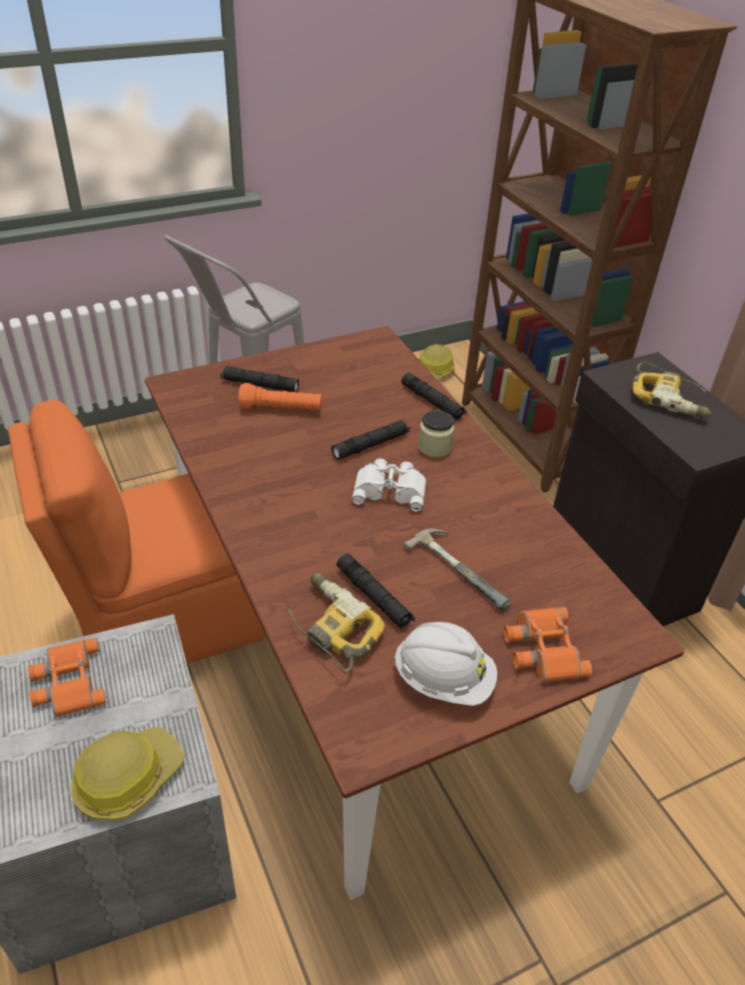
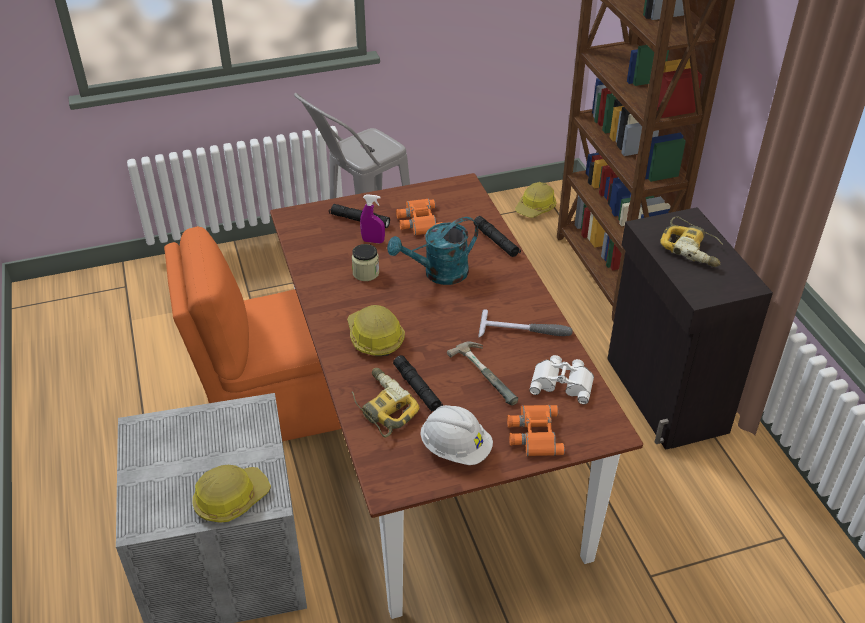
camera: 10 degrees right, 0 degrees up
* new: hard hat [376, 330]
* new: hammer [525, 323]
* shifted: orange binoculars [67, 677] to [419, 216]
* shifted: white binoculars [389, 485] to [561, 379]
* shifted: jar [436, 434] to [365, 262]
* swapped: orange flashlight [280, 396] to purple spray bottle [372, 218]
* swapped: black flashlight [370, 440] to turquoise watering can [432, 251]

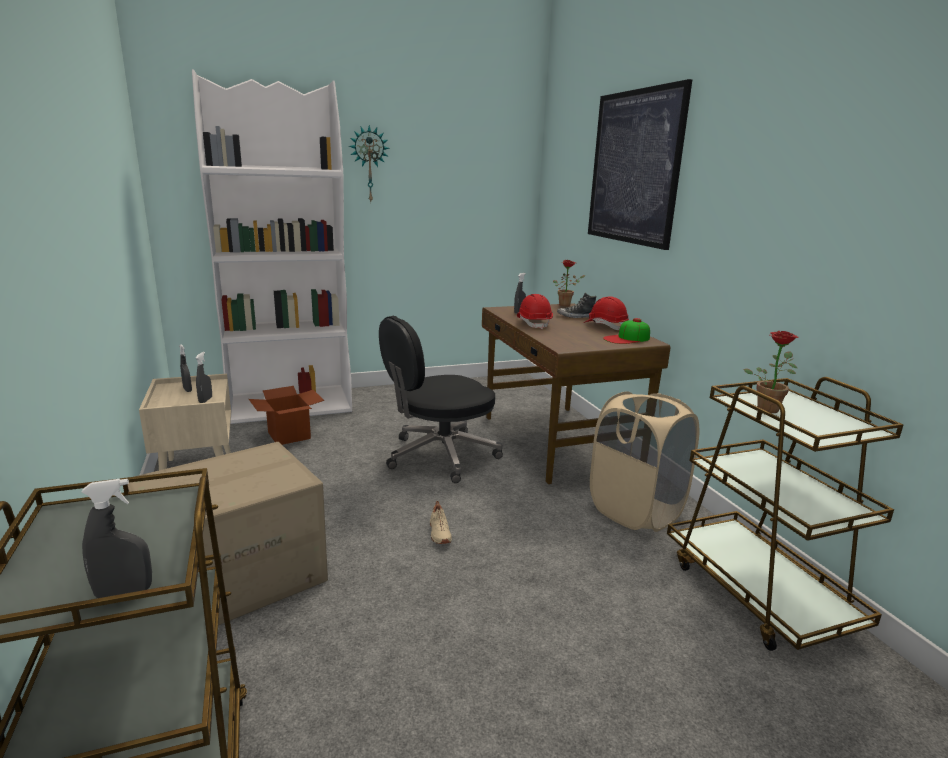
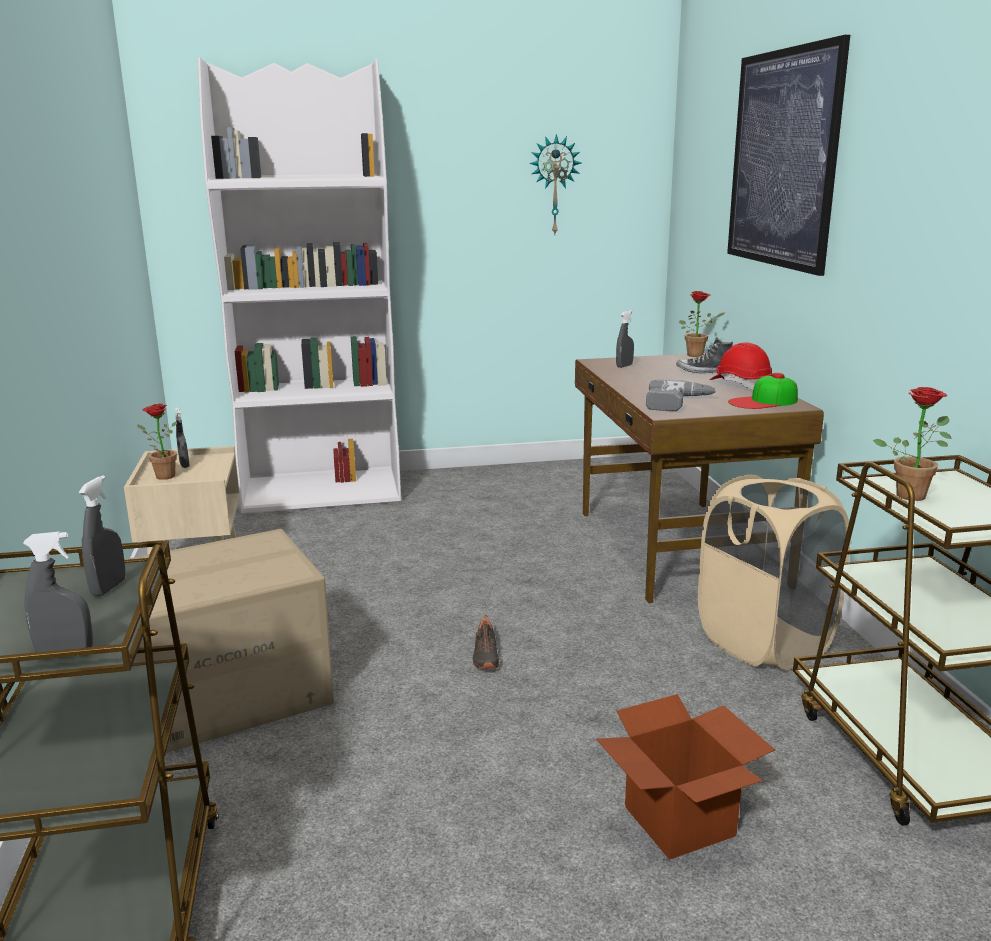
camera: 10 degrees right, 0 degrees up
* gone: black office chair [441, 399]
* gone: red hard hat [535, 311]
* new: potted plant [157, 441]
* new: power drill [681, 395]
* shifted: grey spray bottle [204, 377] to [102, 536]
* shifted: cardboard box [286, 415] to [685, 777]
* shifted: wall clock [369, 163] to [555, 184]
* repainted: beige shoe [441, 522] to black shoe [486, 642]

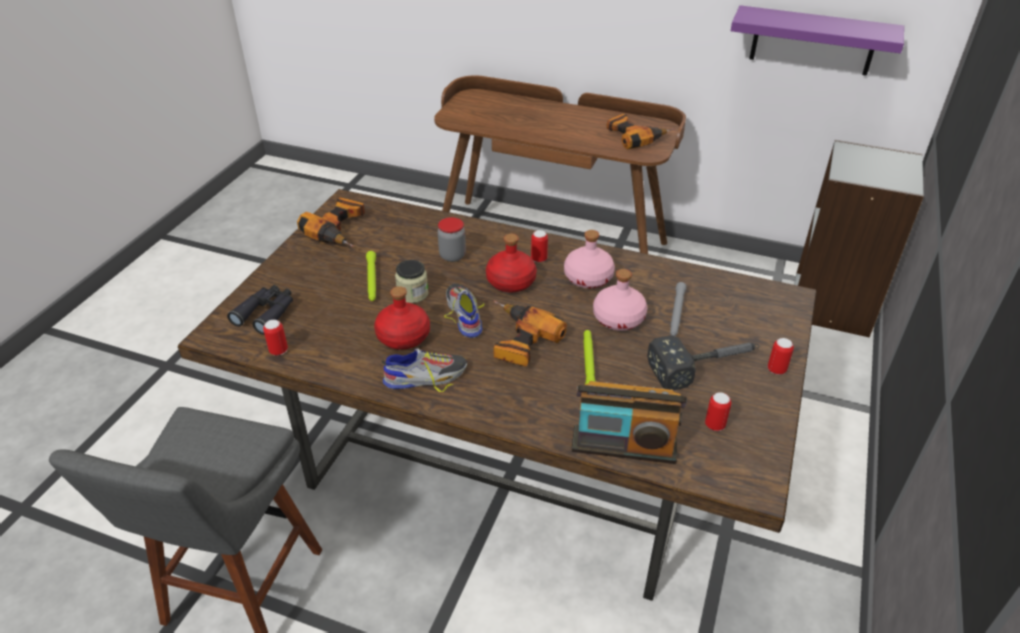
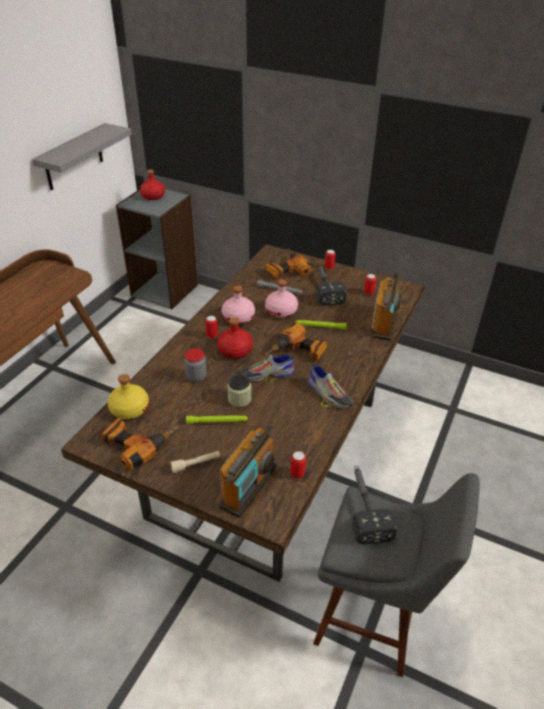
camera: 85 degrees left, 0 degrees up
* new: yellow bottle [128, 397]
* new: beige flashlight [195, 462]
* new: hammer [375, 505]
* shifted: red bottle [402, 318] to [152, 184]
* shifted: power drill [640, 132] to [288, 263]
* swapped: black binoculars [260, 310] to radio [248, 471]
* repainted: purple shelf [817, 40] to grey shelf [82, 156]
* rotated: shoe [424, 370] = [330, 386] 150 degrees clockwise

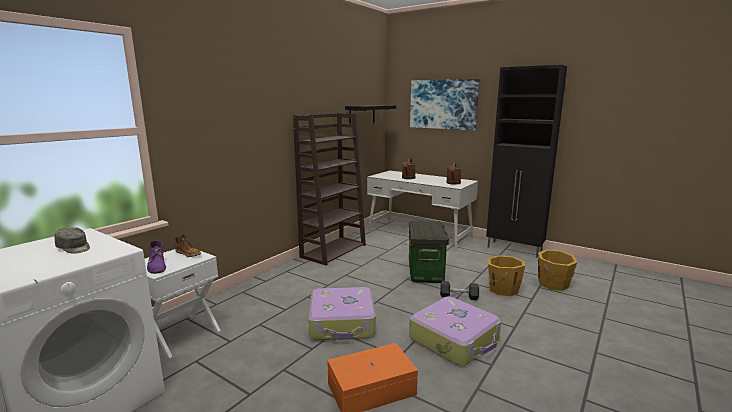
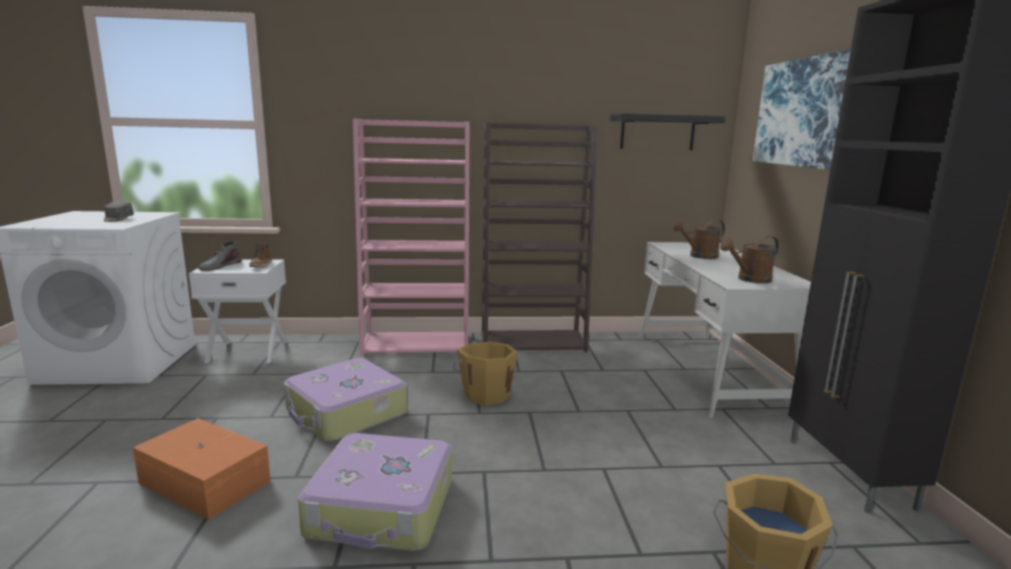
camera: 50 degrees right, 0 degrees up
* gone: storage box [429, 251]
* gone: grey dumbbell [459, 290]
* new: pink bookcase [411, 237]
* shifted: orange bucket [506, 275] to [485, 374]
* repainted: purple boot [156, 257] to grey boot [219, 256]

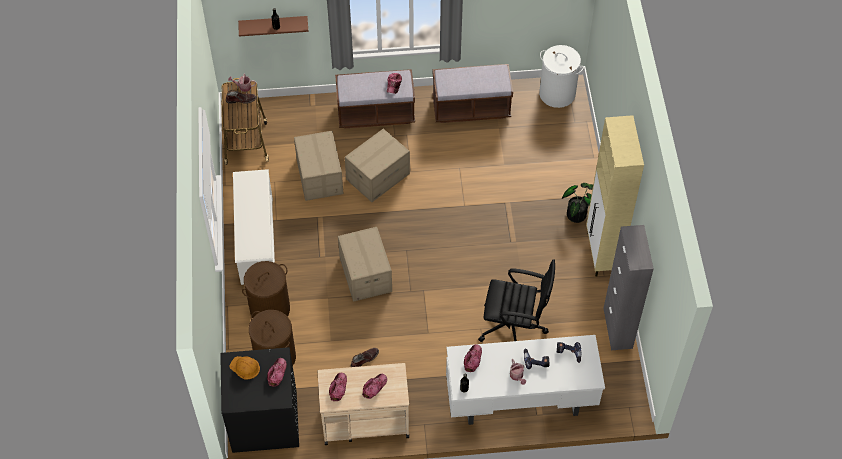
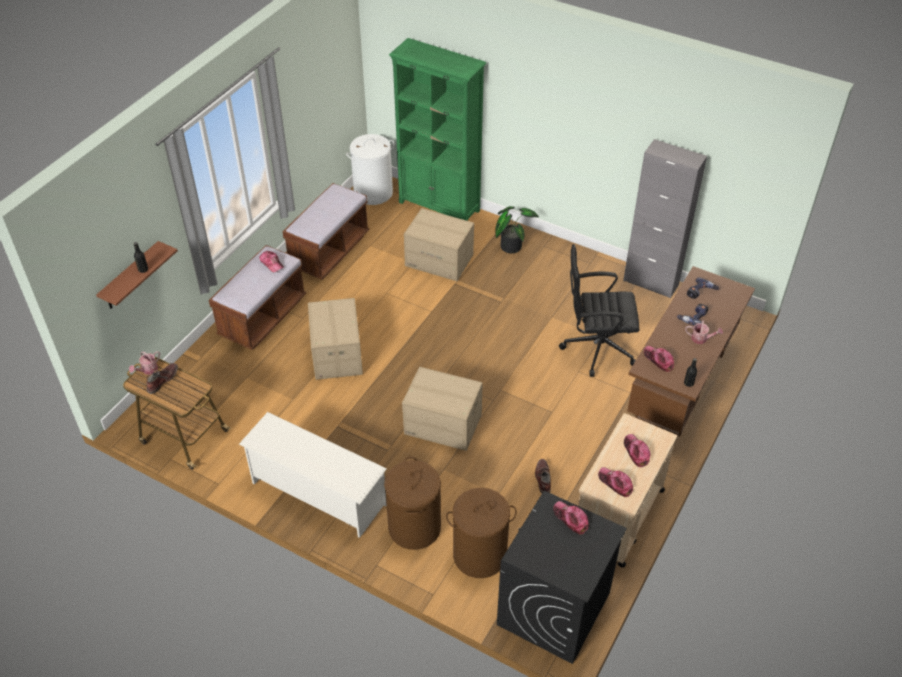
camera: 55 degrees left, 10 degrees down
* gone: orange hard hat [244, 367]
* gone: beige cabinet [615, 196]
* new: green bookcase [437, 129]
* shifted: cardboard box [318, 166] to [439, 244]
* repainted: white desk [525, 380] to brown desk [691, 351]
* rotated: black office chair [516, 300] = [599, 310] 135 degrees counterclockwise

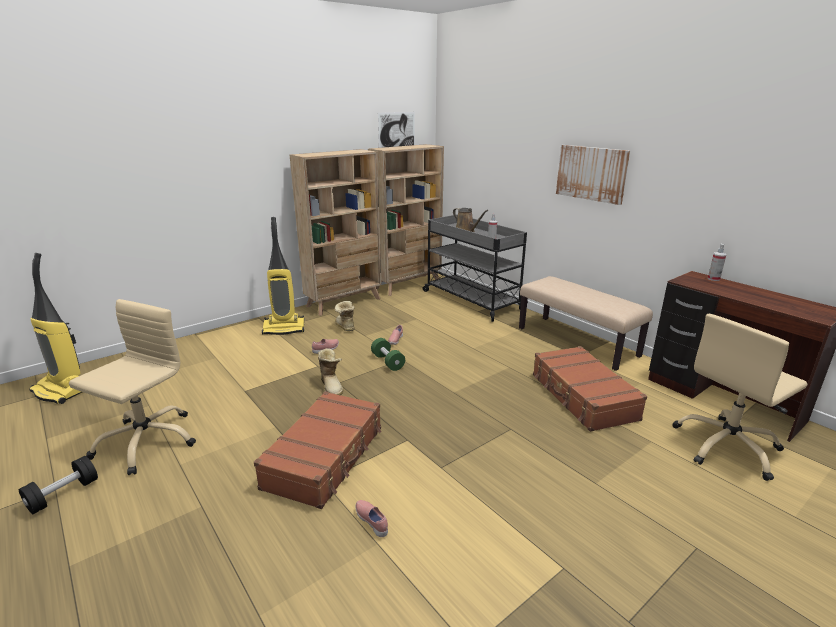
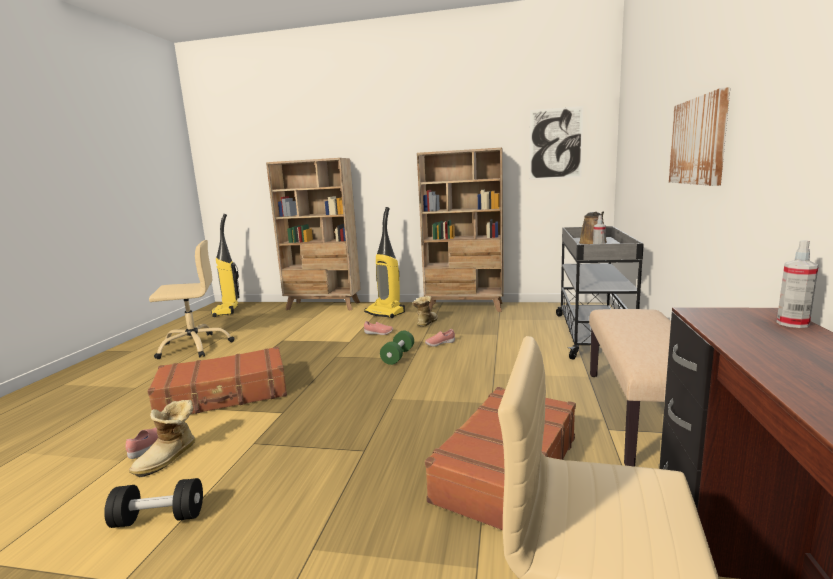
camera: 50 degrees right, 10 degrees down
* shifted: black dumbbell [58, 485] to [153, 503]
* shifted: boot [330, 371] to [162, 438]
* shifted: beige bookcase [406, 220] to [313, 234]

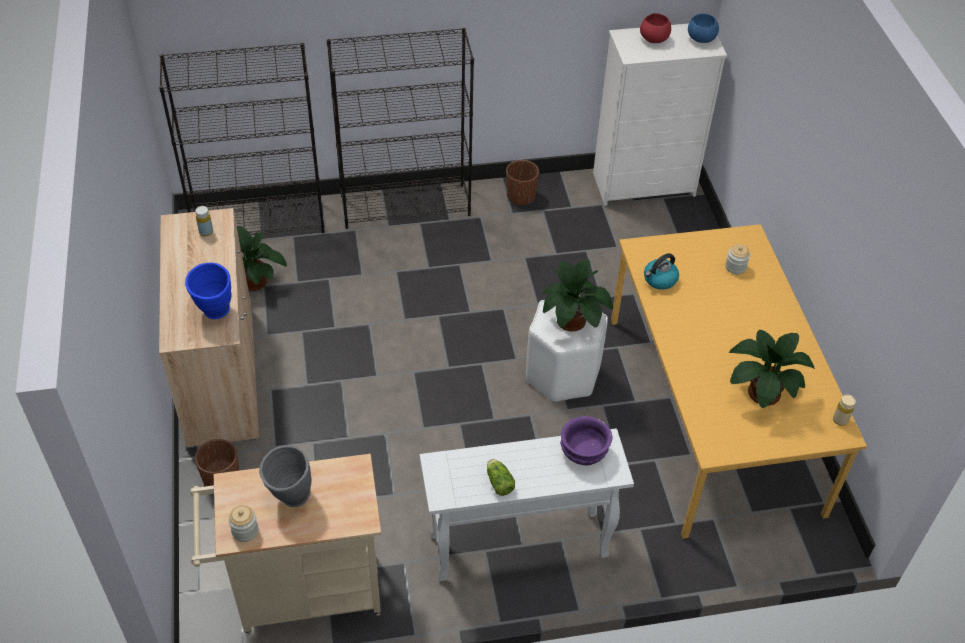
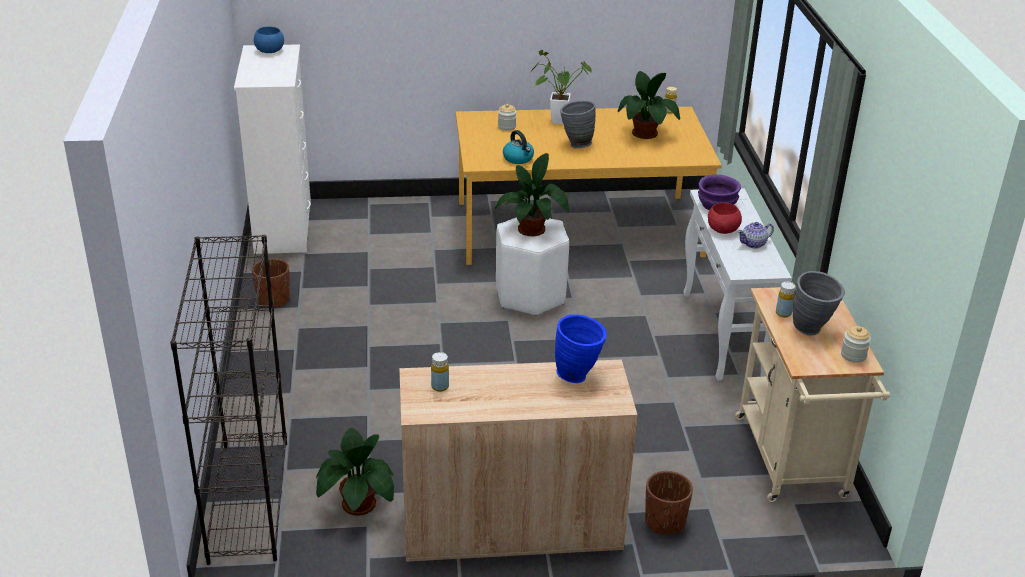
camera: 85 degrees left, 15 degrees down
* gone: black bookcase [400, 128]
* new: potted plant [561, 87]
* new: grey vase [578, 125]
* new: yellow bottle [786, 300]
* shifted: red bowl [655, 28] to [725, 218]
* swapped: lettuce [501, 477] to teapot [755, 235]

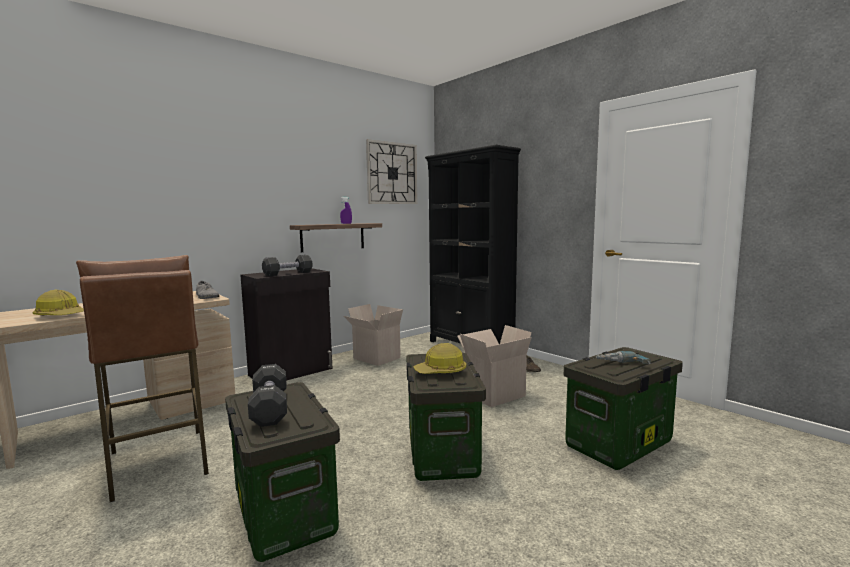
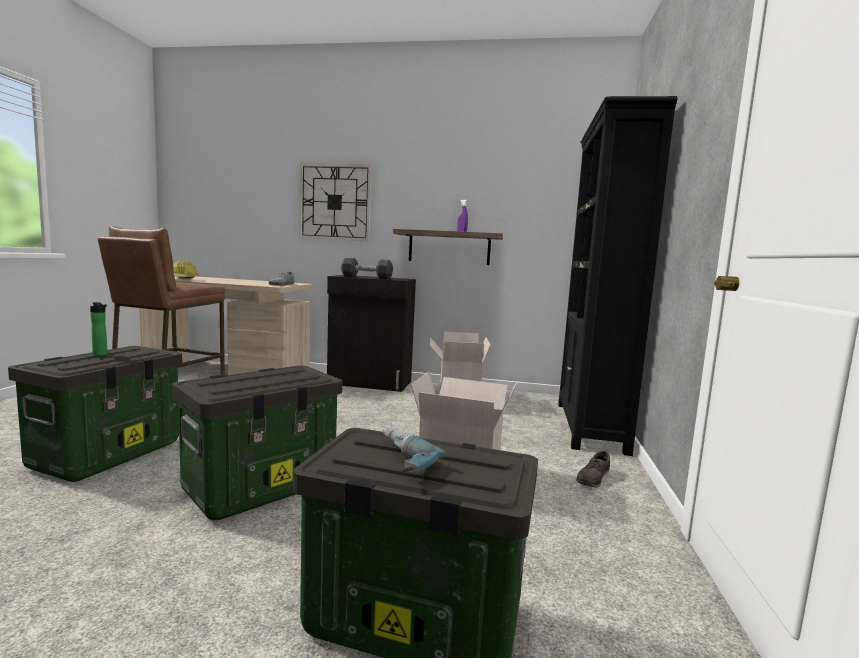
camera: 50 degrees right, 0 degrees up
* gone: hard hat [439, 358]
* shifted: wall clock [391, 171] to [335, 202]
* swapped: black dumbbell [267, 395] to bottle [99, 329]

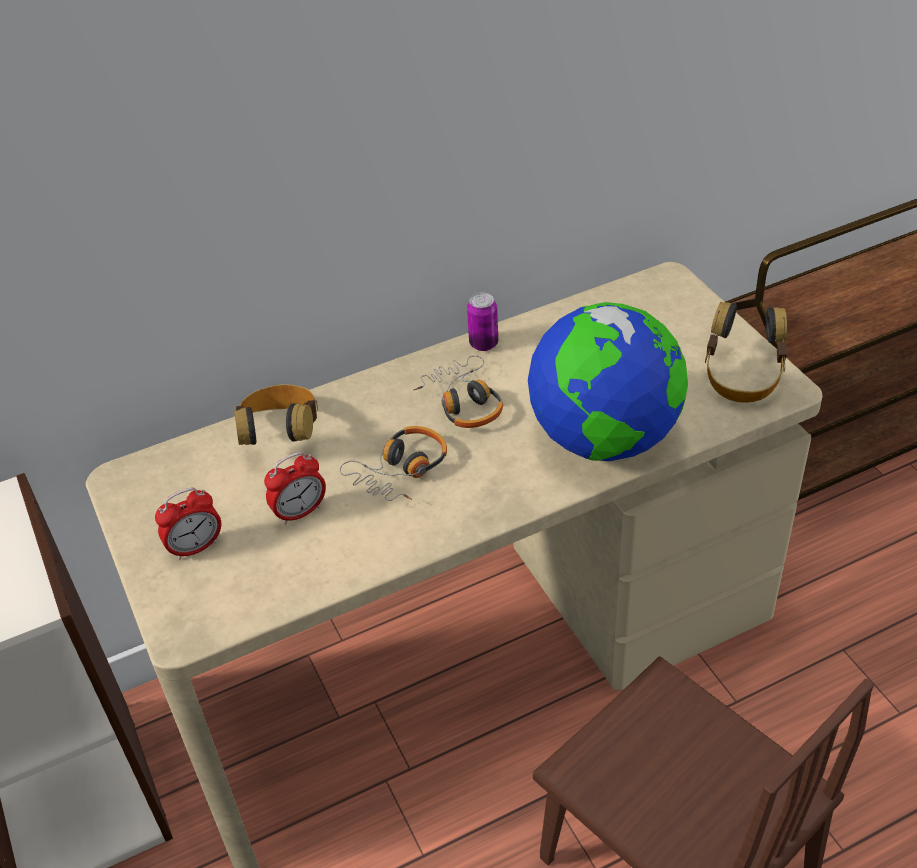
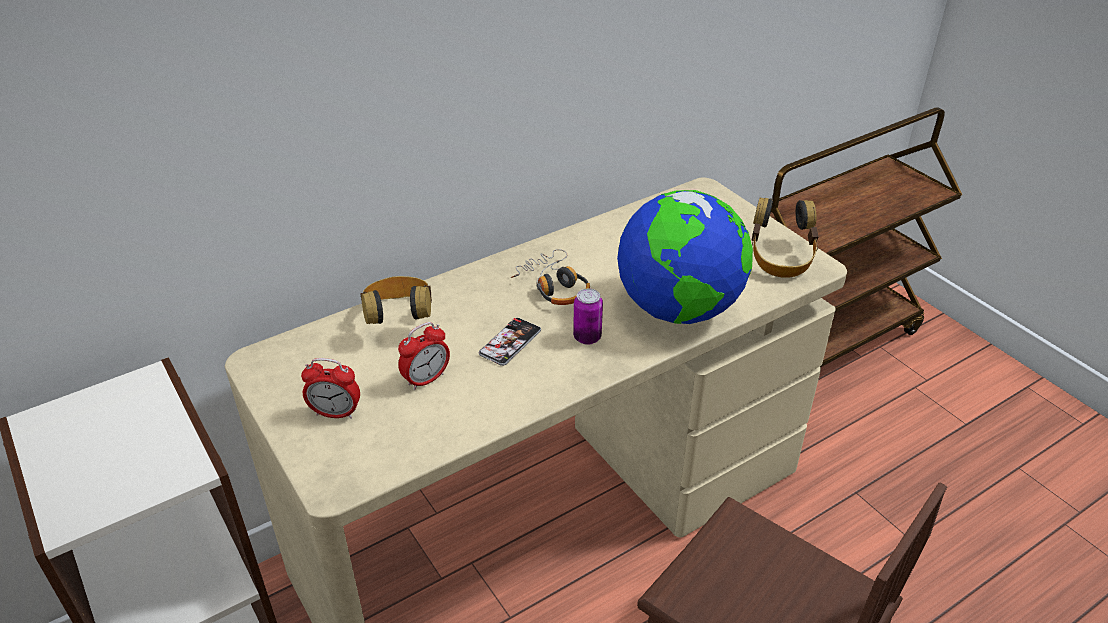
camera: 10 degrees left, 5 degrees down
* shifted: can [482, 321] to [588, 317]
* swapped: headphones [393, 463] to phone [510, 342]
* rotated: alarm clock [188, 524] = [330, 388] 45 degrees clockwise

